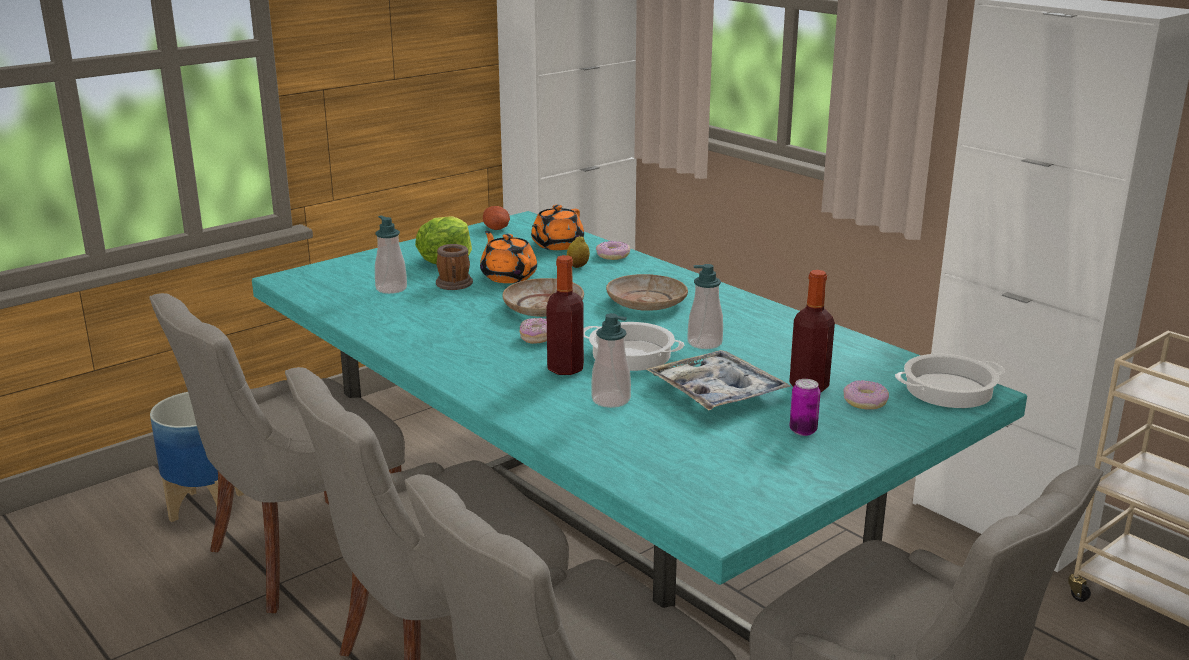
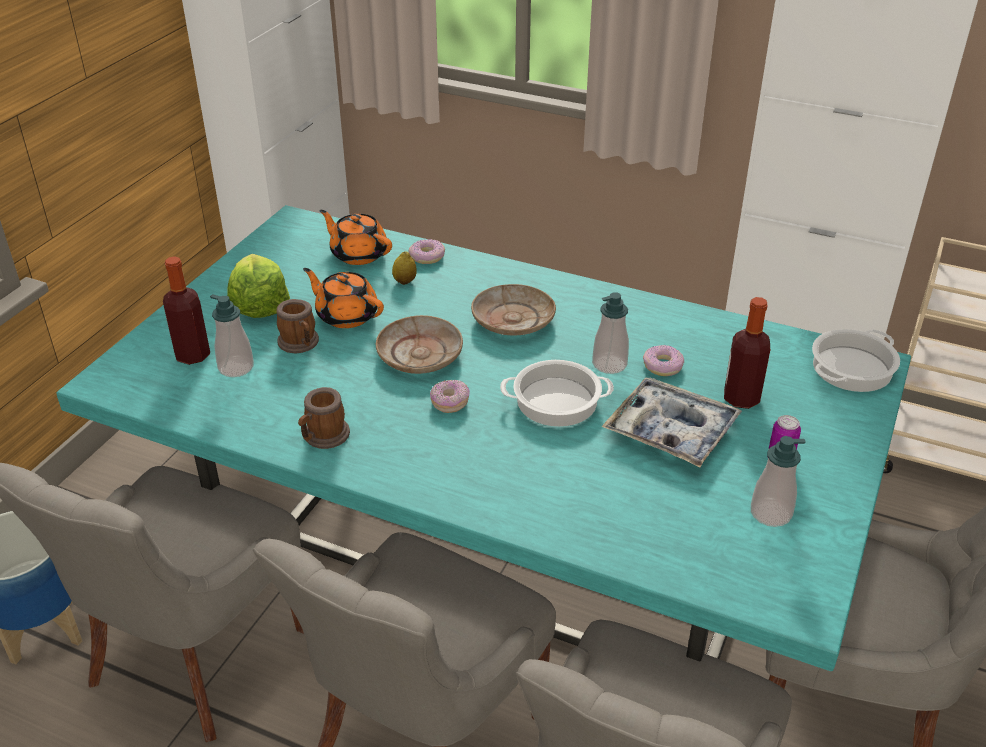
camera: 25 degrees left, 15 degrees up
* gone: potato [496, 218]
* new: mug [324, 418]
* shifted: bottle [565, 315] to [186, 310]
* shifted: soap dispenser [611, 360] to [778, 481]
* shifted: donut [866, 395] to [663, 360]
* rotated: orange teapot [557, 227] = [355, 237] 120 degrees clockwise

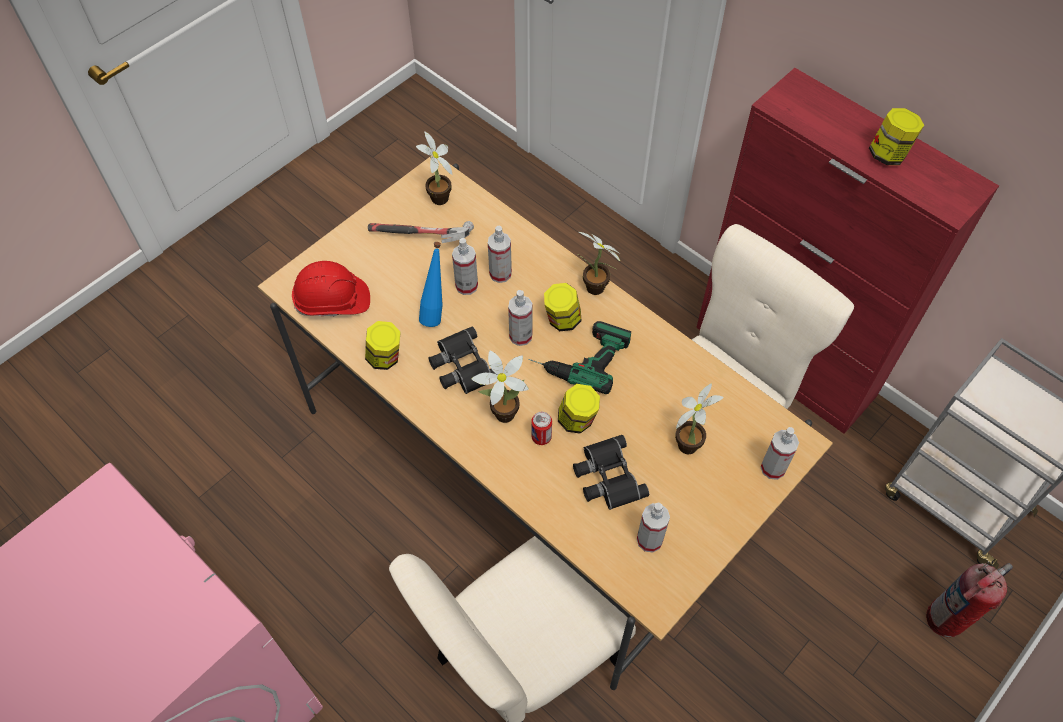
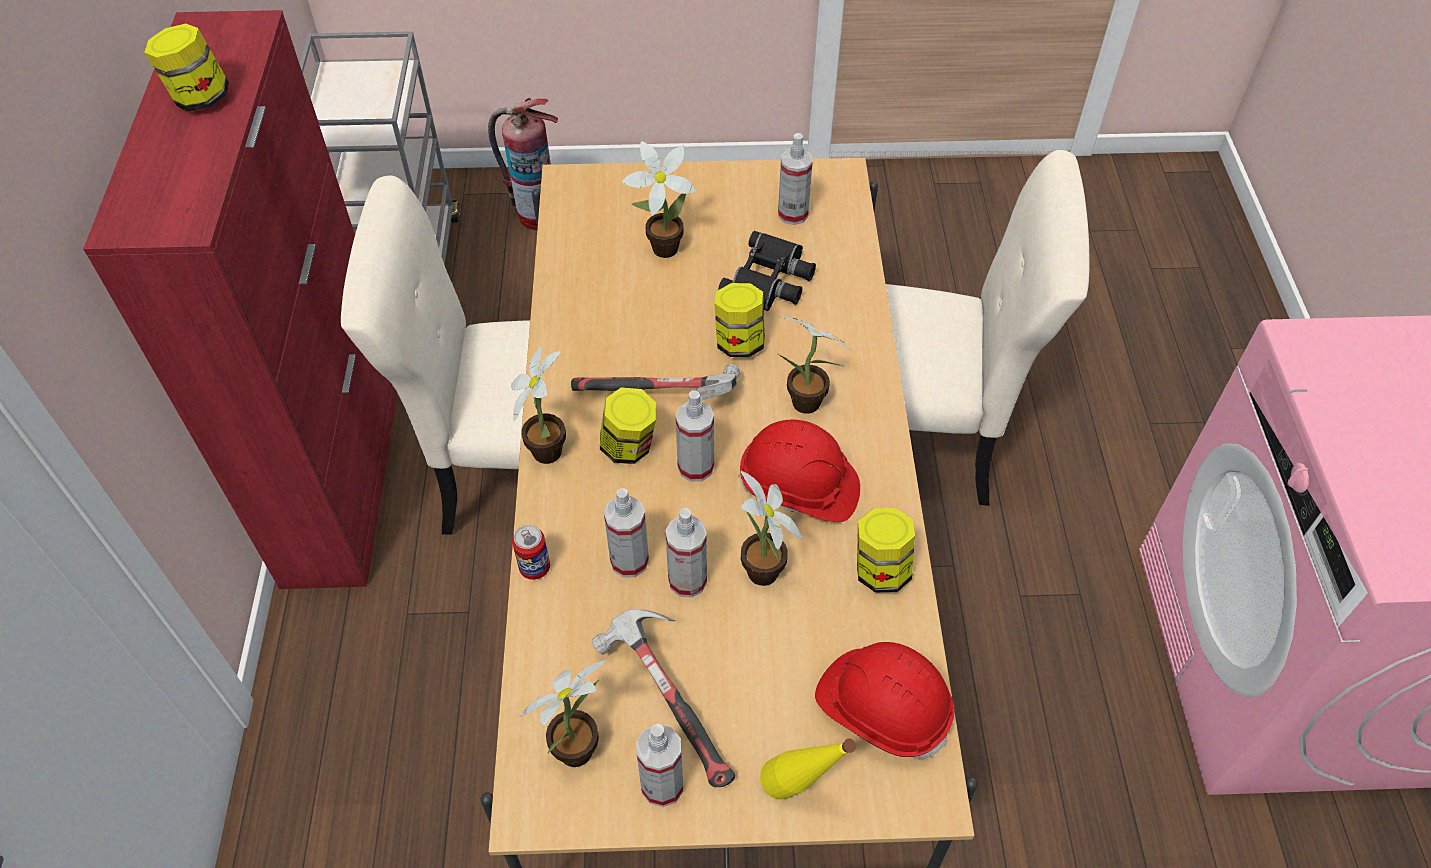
camera: 135 degrees left, 5 degrees down
* new: yellow bottle [808, 769]
* shifted: can [541, 428] to [531, 552]
* shifted: spray bottle [780, 453] to [659, 765]
* swapped: blue bottle [431, 284] to potted plant [771, 528]
* swapped: black binoculars [462, 360] to red hard hat [799, 471]
* swapped: power drill [579, 357] to hammer [655, 382]

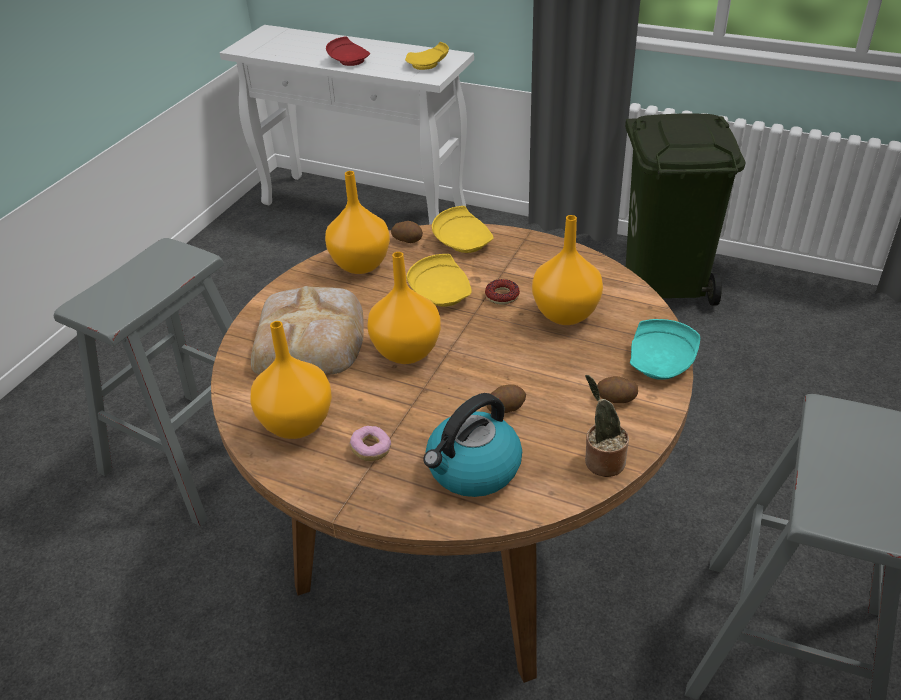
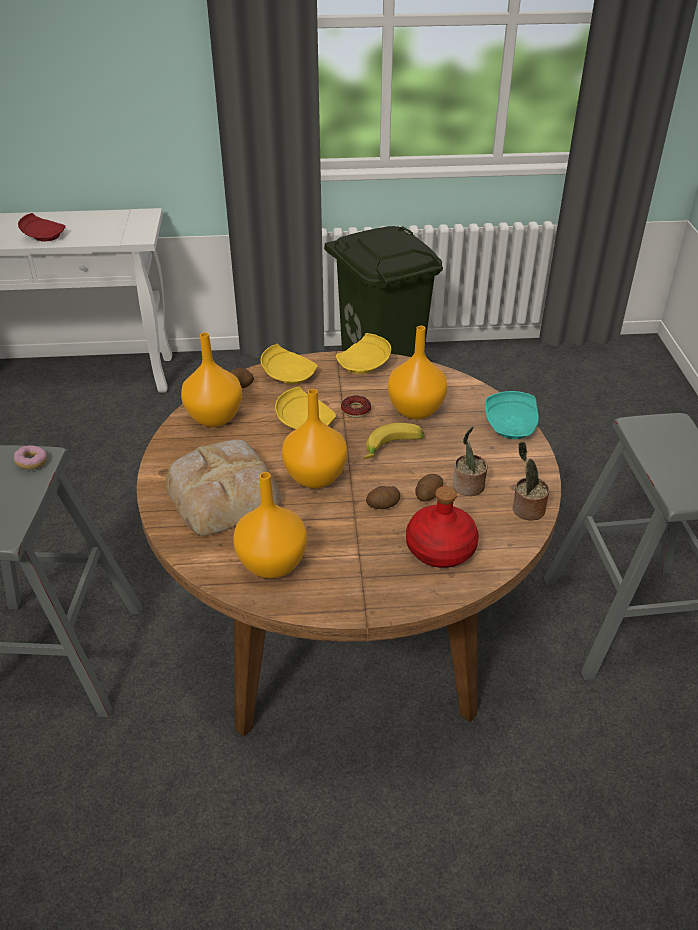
camera: 30 degrees left, 0 degrees up
* new: banana [393, 441]
* new: potted plant [470, 461]
* shifted: donut [370, 443] to [30, 457]
* shifted: yellow plate [427, 56] to [363, 353]
* shifted: potato [617, 389] to [383, 497]
* swapped: kettle [472, 445] to red bottle [442, 527]

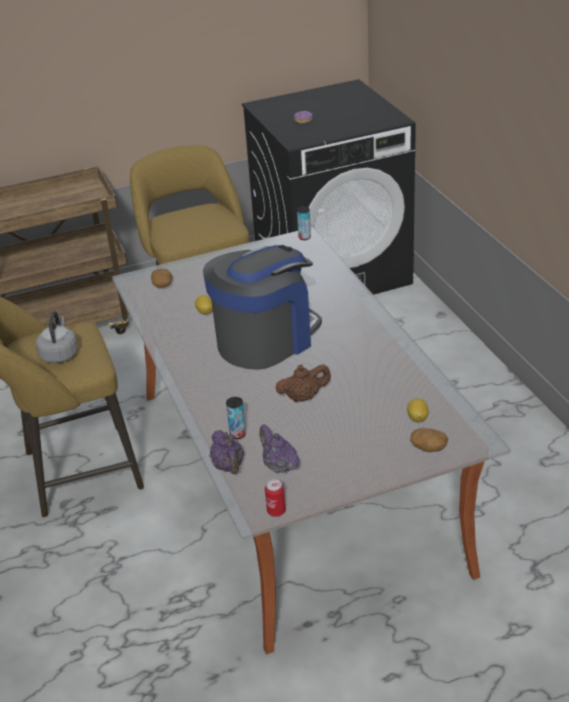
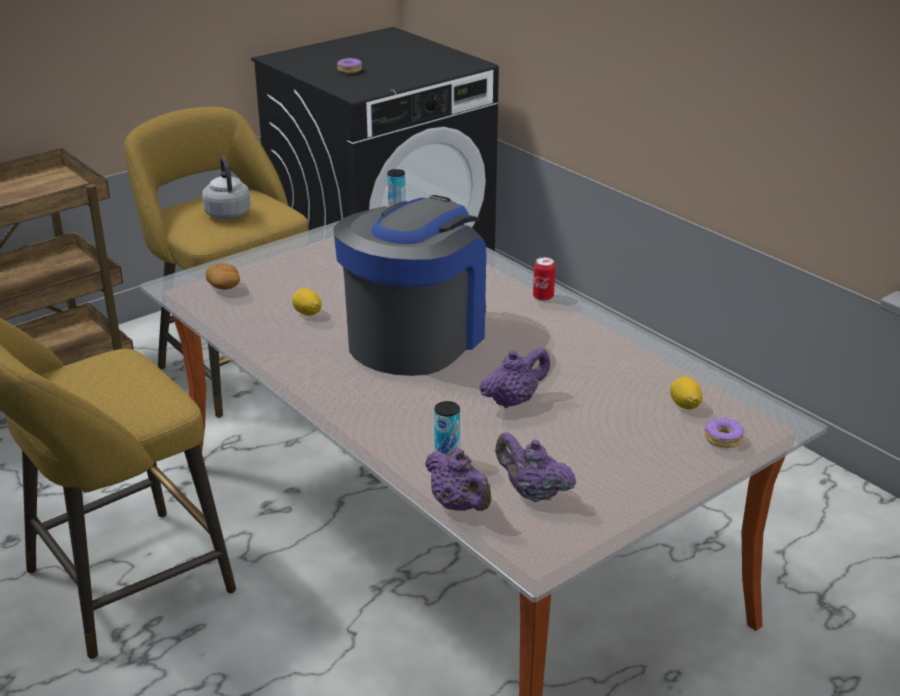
camera: 20 degrees left, 5 degrees down
* shifted: grey kettle [57, 337] to [226, 188]
* shifted: can [275, 498] to [544, 279]
* swapped: potato [429, 440] to donut [724, 432]
* repainted: brown teapot [303, 383] to purple teapot [514, 378]

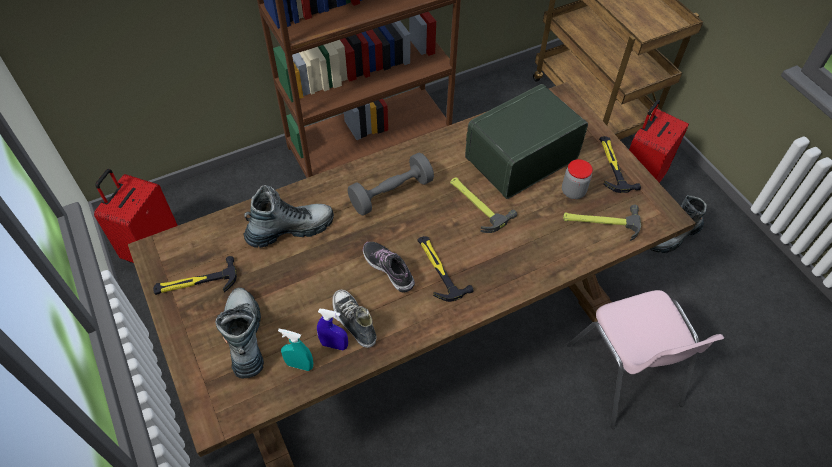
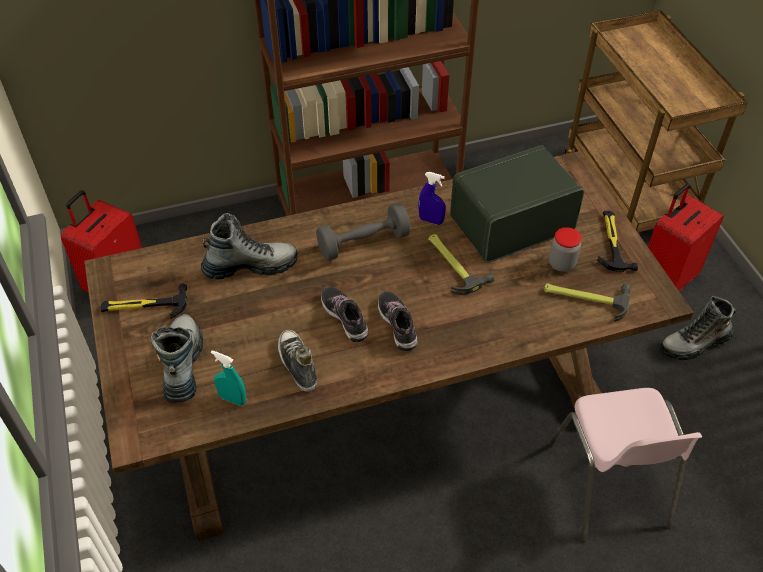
camera: 10 degrees right, 5 degrees down
* shifted: blue spray bottle [332, 329] to [432, 198]
* swapped: hammer [446, 269] to shoe [398, 321]

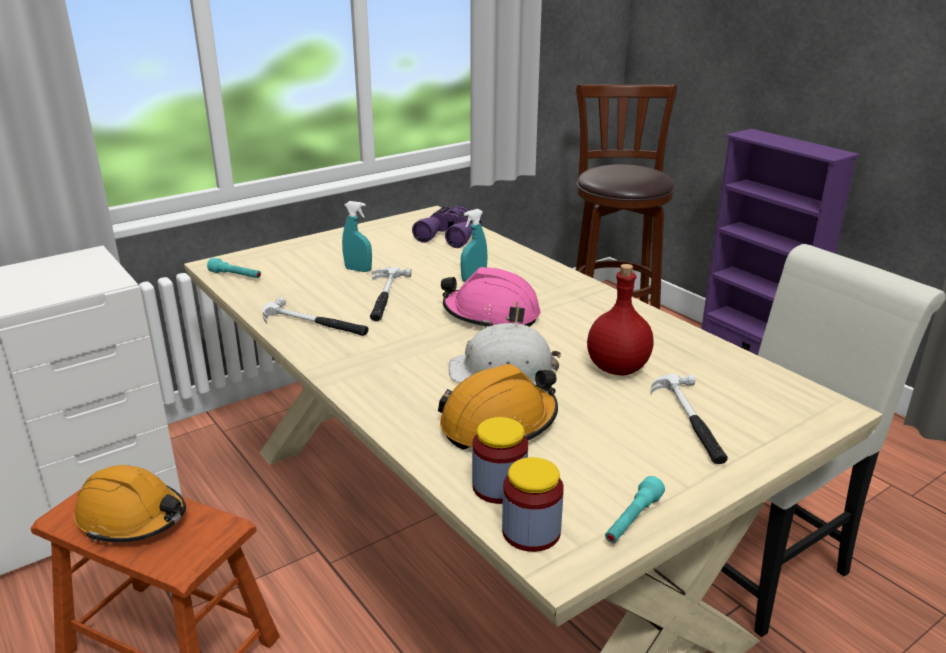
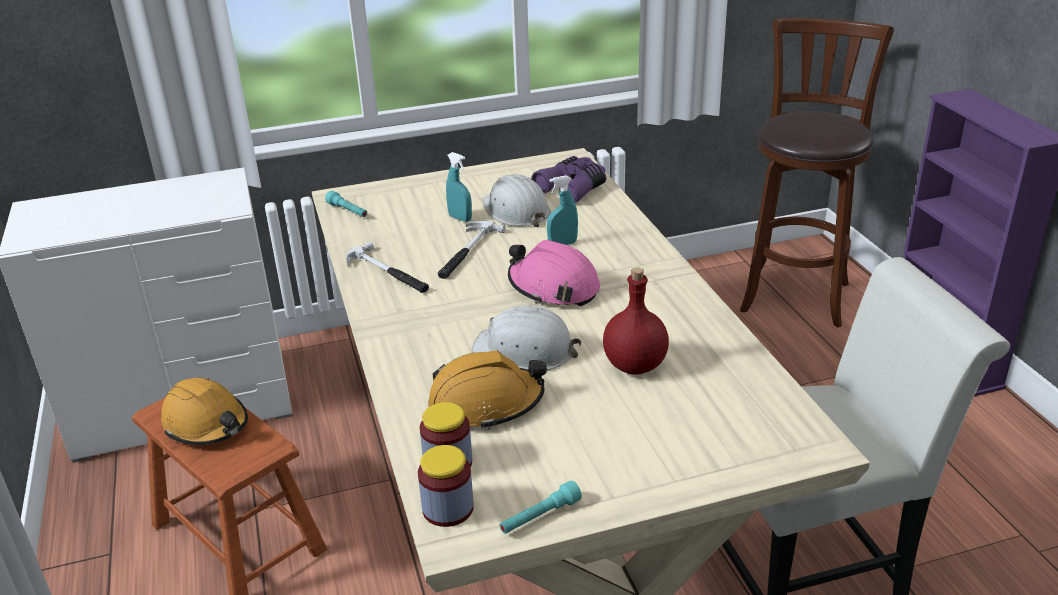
camera: 20 degrees right, 5 degrees up
* gone: hammer [689, 419]
* new: white hard hat [516, 200]

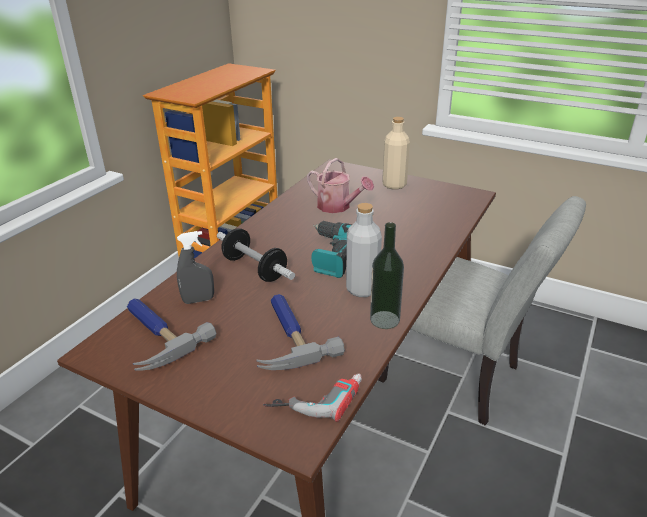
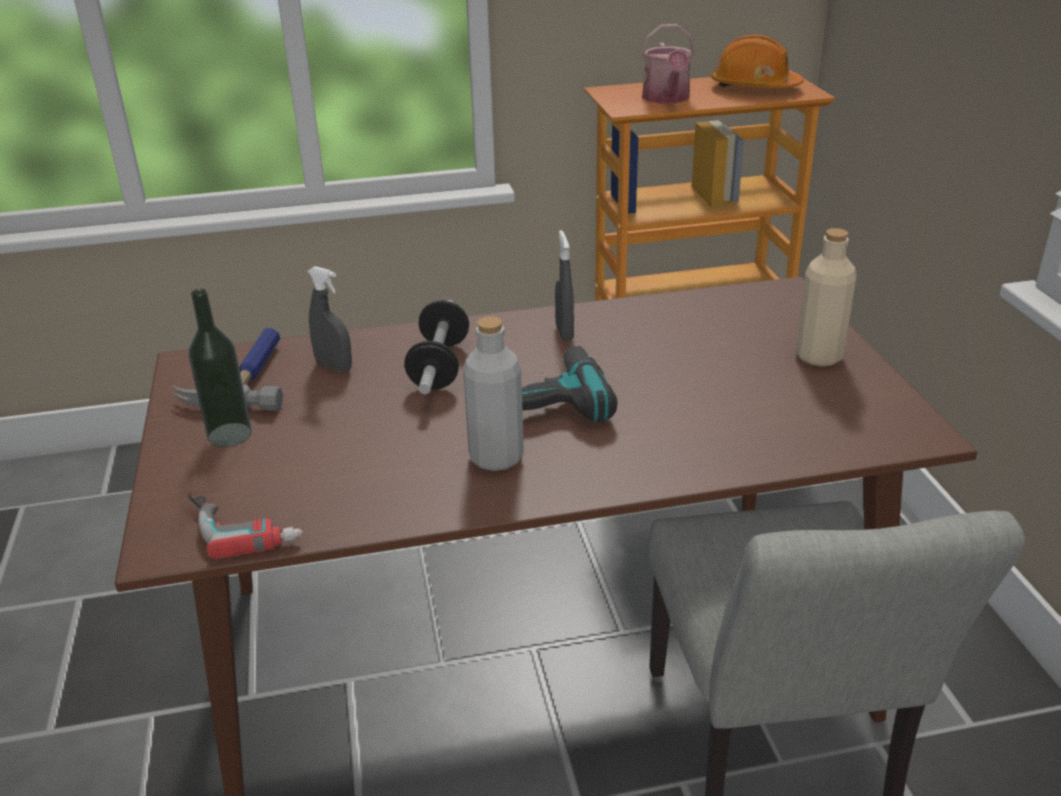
camera: 50 degrees right, 0 degrees up
* gone: hammer [301, 332]
* new: grey spray bottle [564, 285]
* new: orange hard hat [757, 61]
* shifted: watering can [340, 185] to [668, 64]
* shifted: bottle [387, 275] to [220, 368]

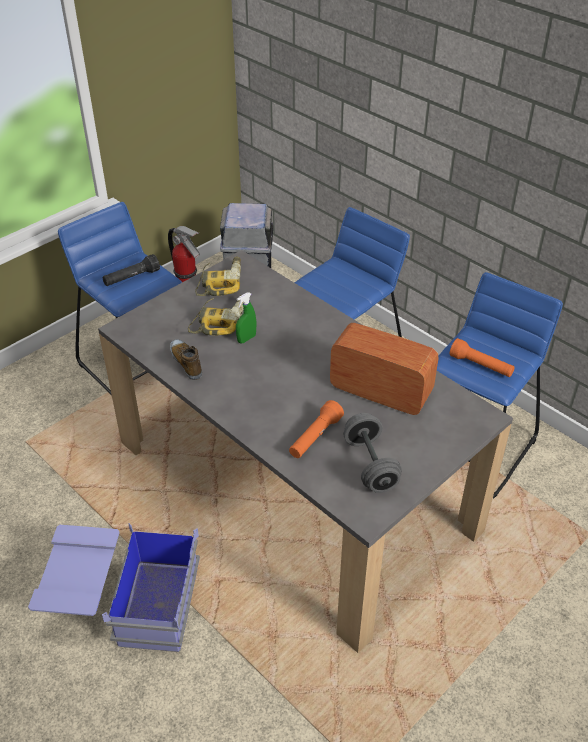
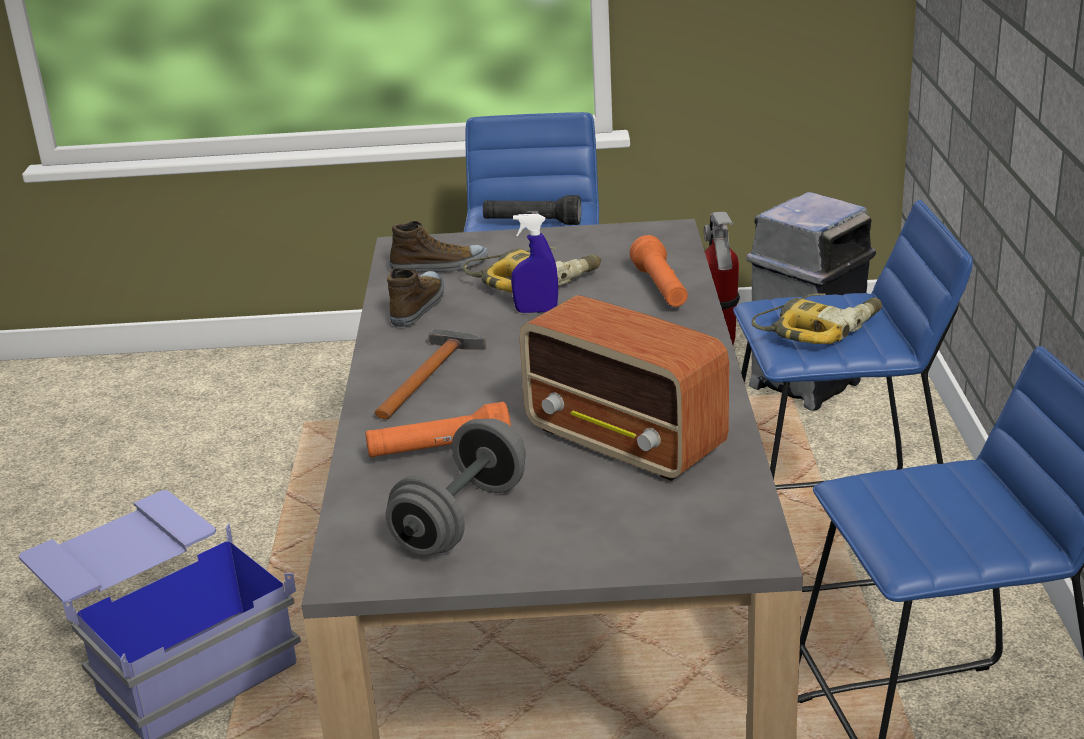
camera: 45 degrees right, 15 degrees down
* new: hammer [430, 374]
* new: shoe [438, 246]
* shifted: power drill [218, 276] to [817, 318]
* shifted: orange flashlight [482, 357] to [659, 271]
* repainted: green spray bottle [246, 317] to blue spray bottle [534, 263]
* rotated: radio [384, 369] = [624, 388] 150 degrees clockwise

